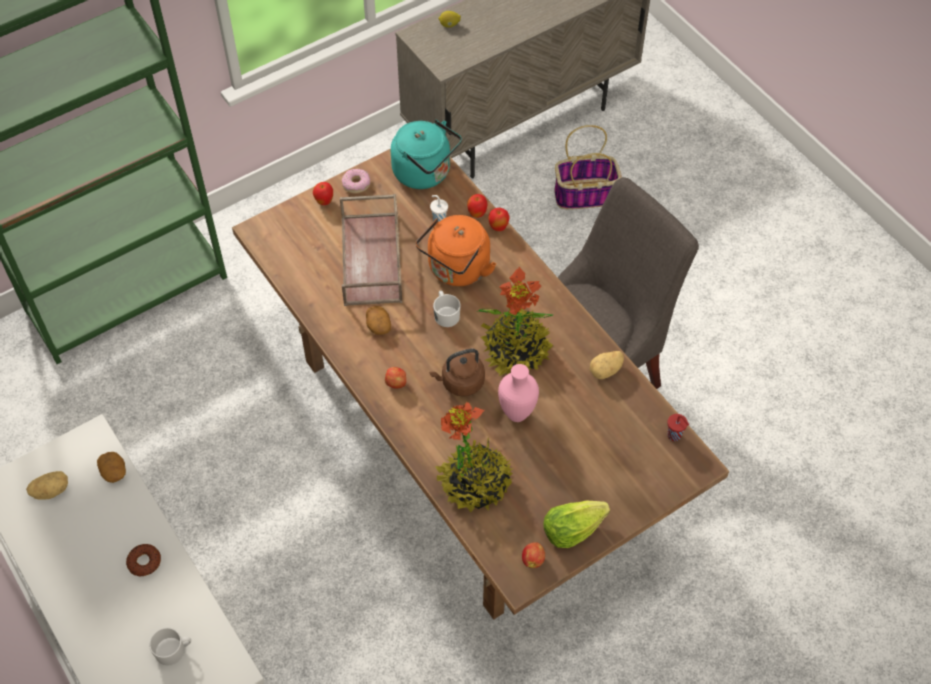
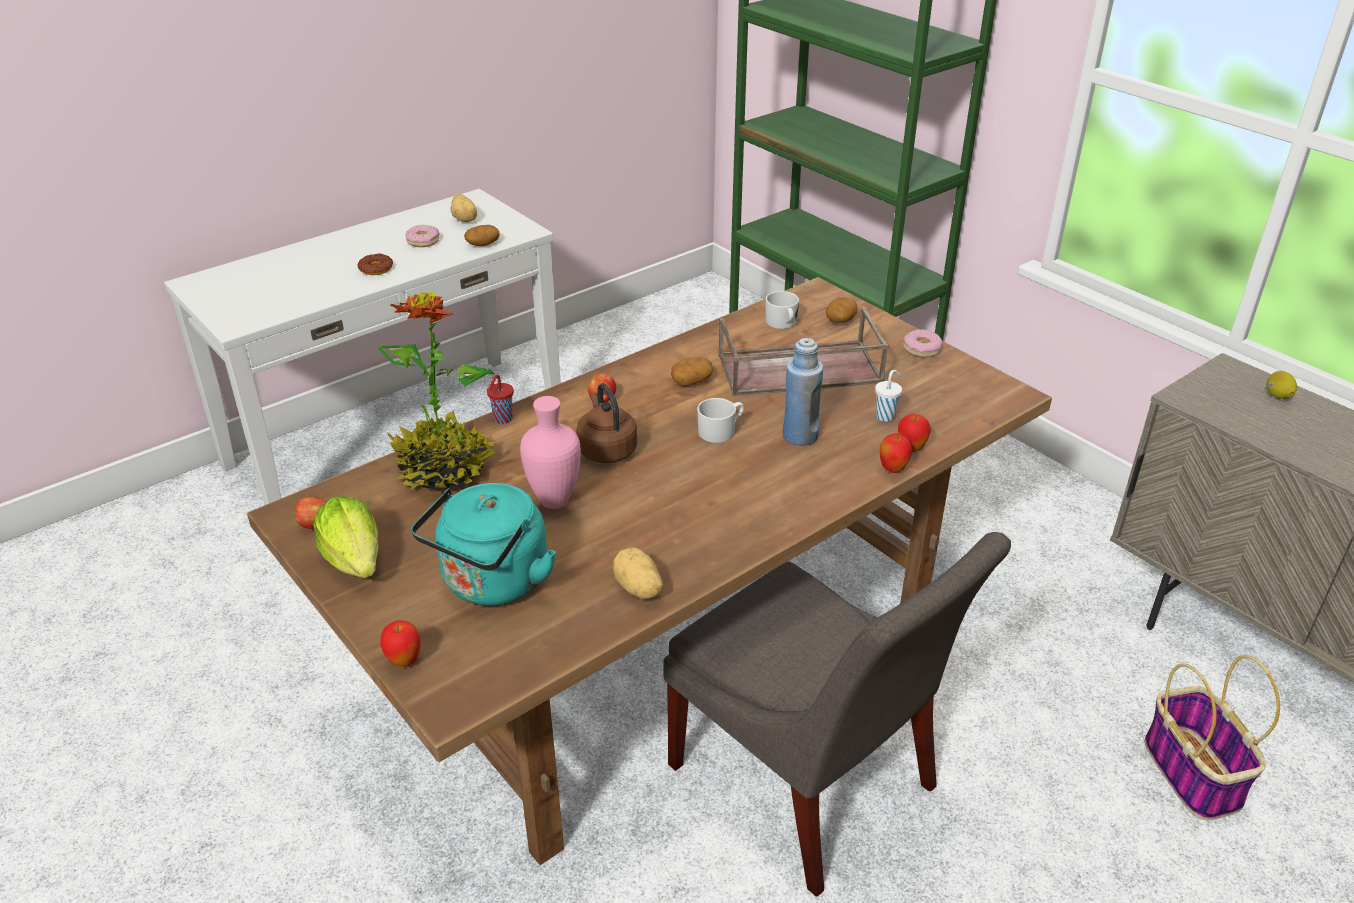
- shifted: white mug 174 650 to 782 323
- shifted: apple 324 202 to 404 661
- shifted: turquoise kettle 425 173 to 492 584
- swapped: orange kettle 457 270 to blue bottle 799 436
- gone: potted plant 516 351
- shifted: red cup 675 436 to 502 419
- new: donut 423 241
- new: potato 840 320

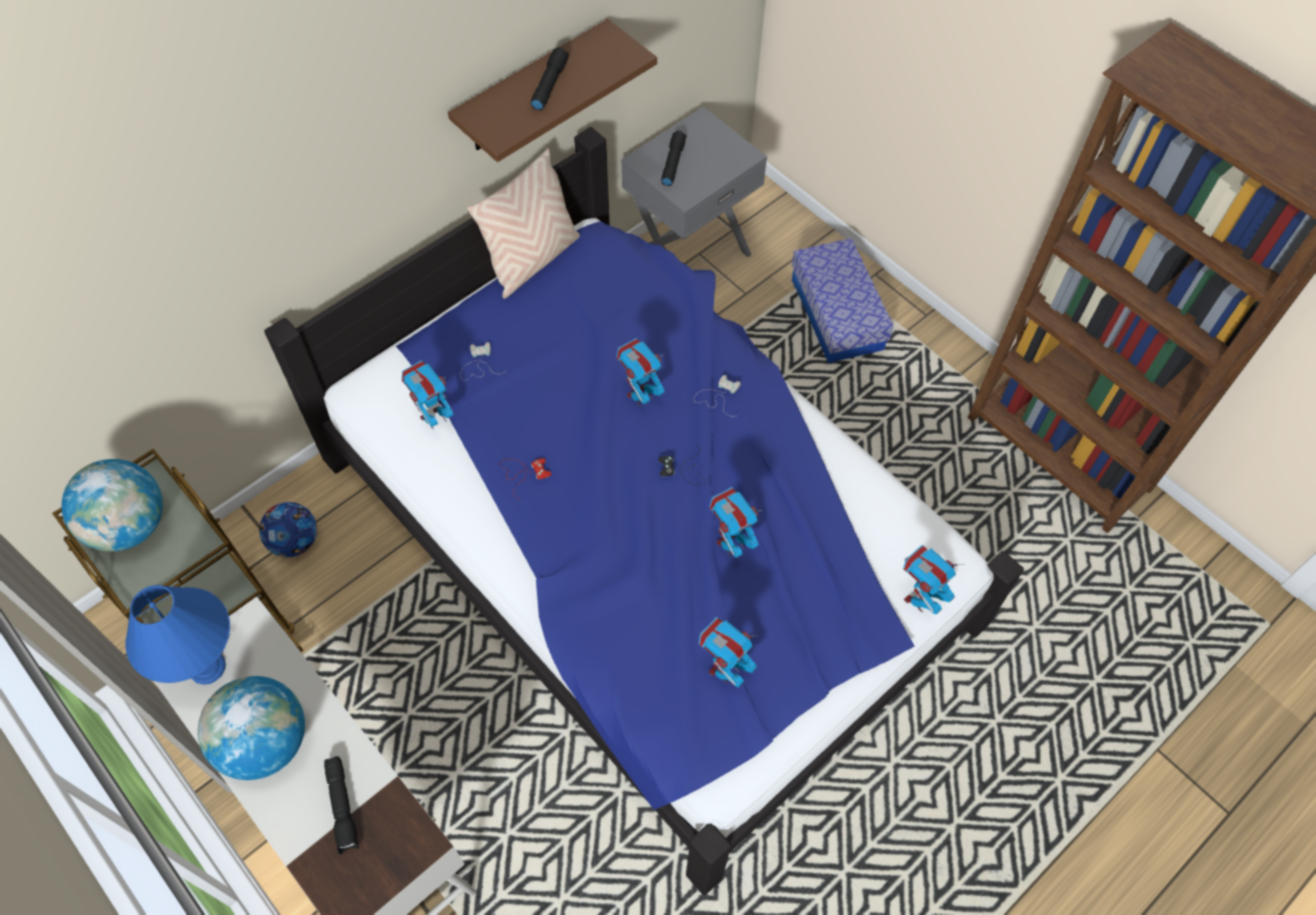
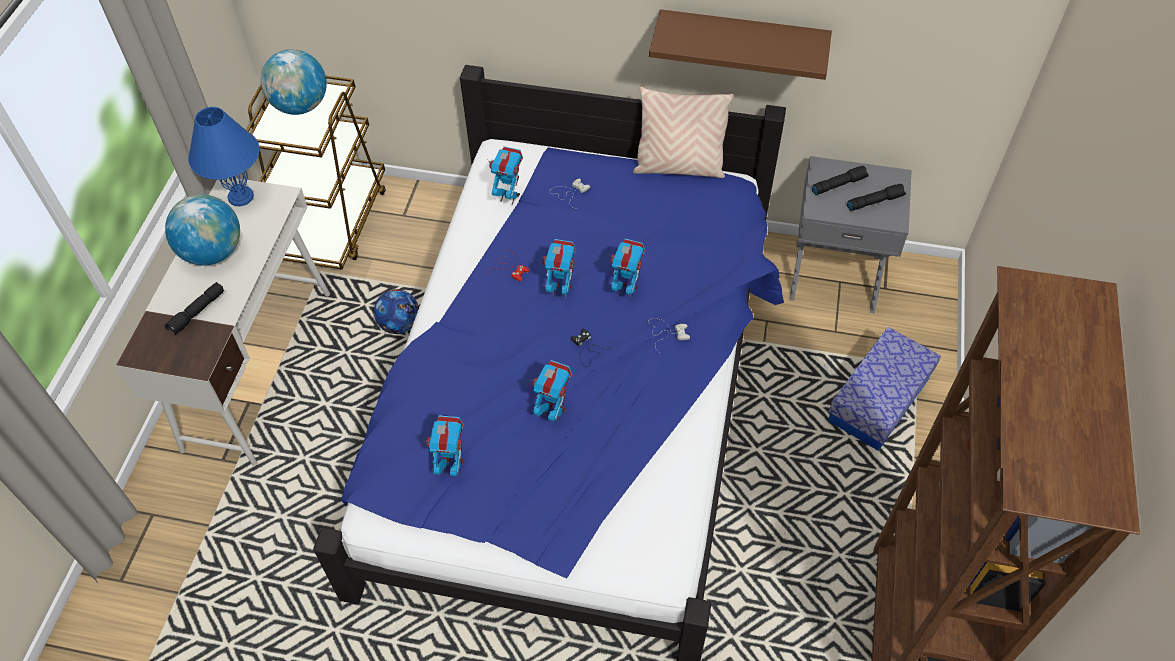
- shifted: football 295 541 to 399 324
- shifted: black flashlight 549 84 to 875 201
- shifted: toy robot 919 599 to 560 290

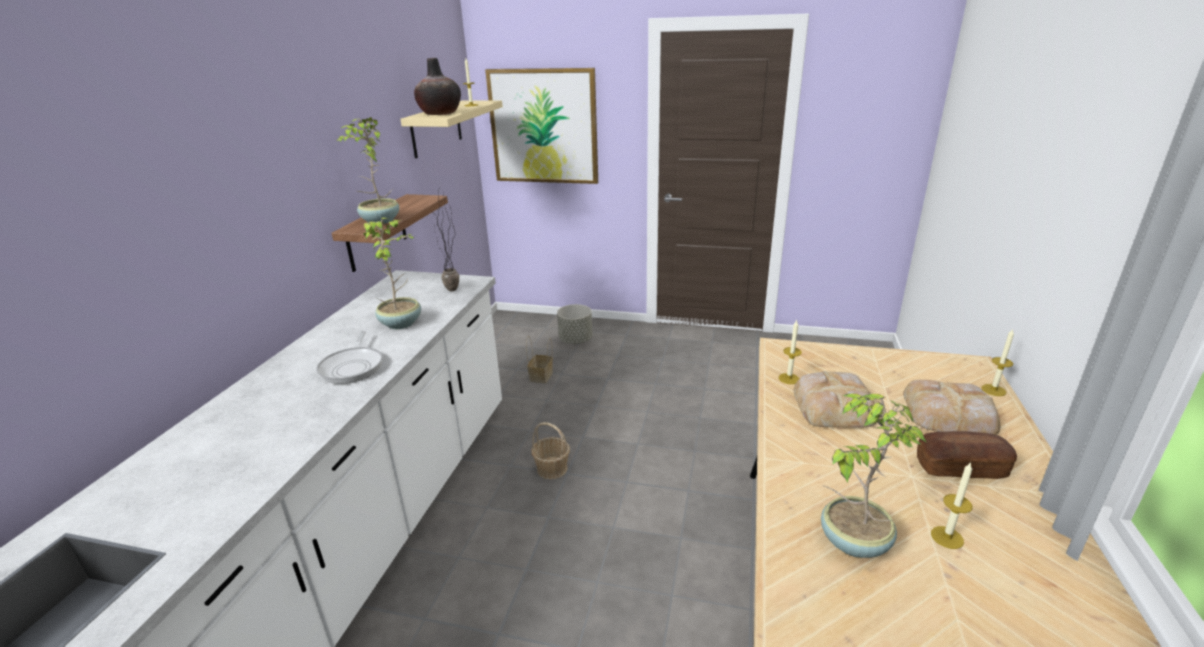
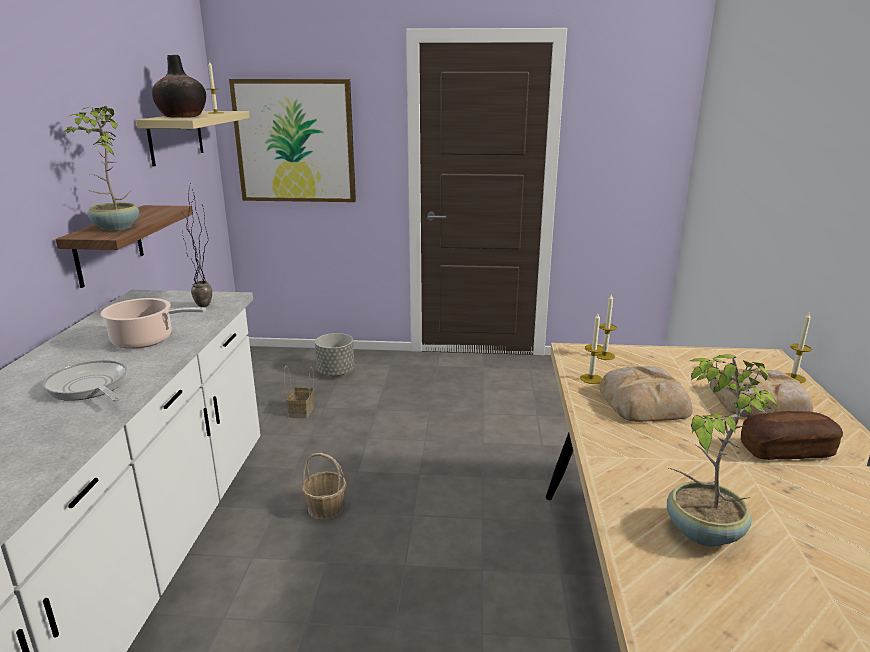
- rotated: frying pan 353 367 = 89 387 150 degrees clockwise
- swapped: potted plant 402 323 to cooking pot 146 340
- shifted: candle 947 537 to 604 355

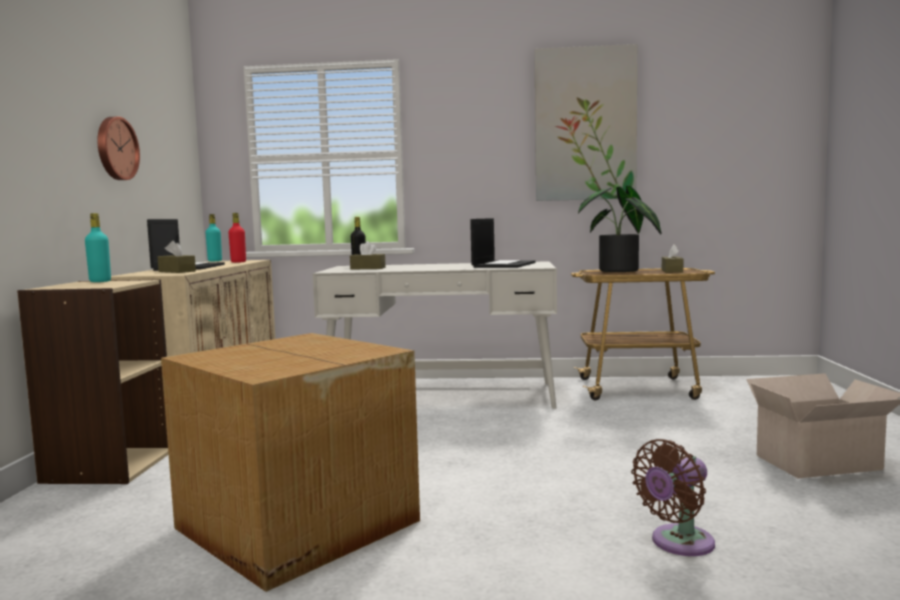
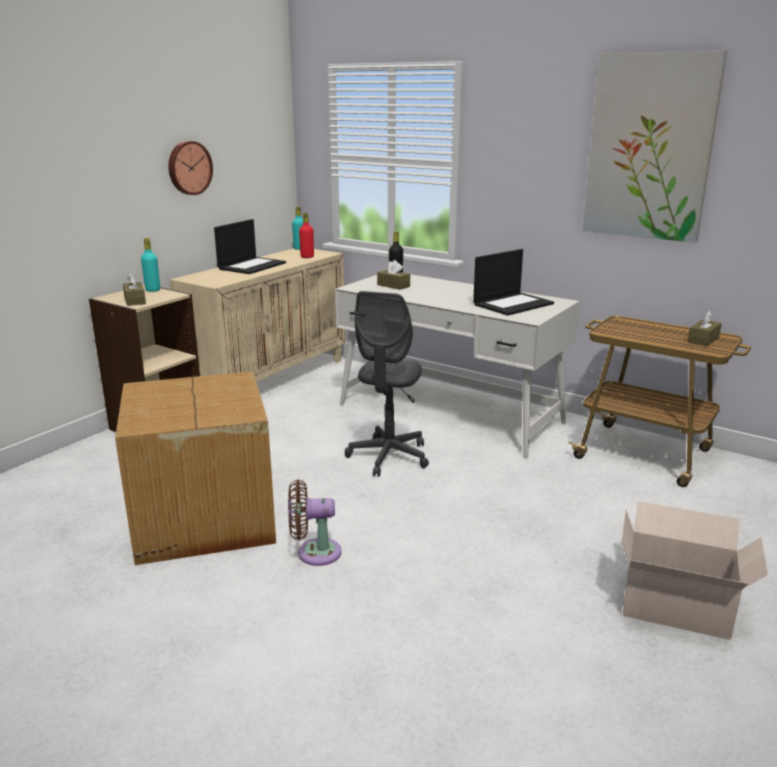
- shifted: brown tissue box 177 271 to 135 300
- gone: potted plant 620 271
- shifted: brown fan 678 543 to 314 553
- new: grey office chair 389 456

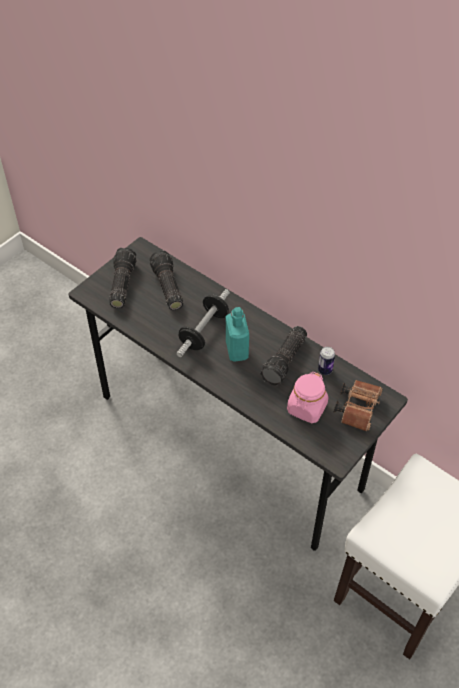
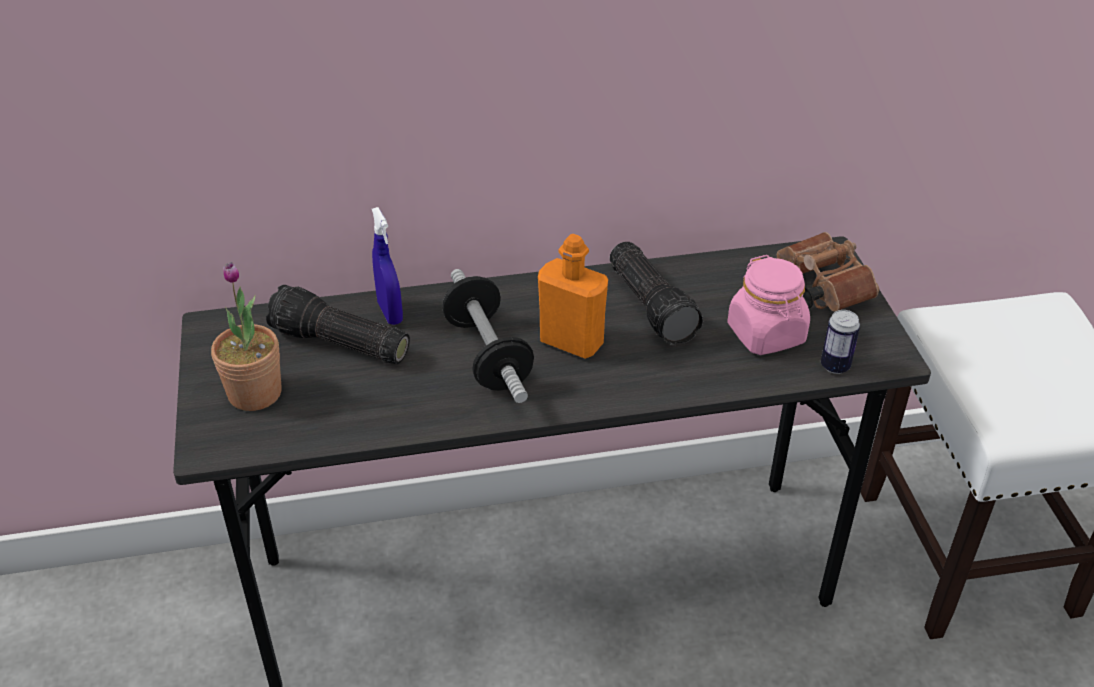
- swapped: flashlight 121 284 to potted plant 255 393
- repainted: turquoise bottle 237 350 to orange bottle 571 342
- shifted: can 325 370 to 835 366
- new: blue spray bottle 390 313

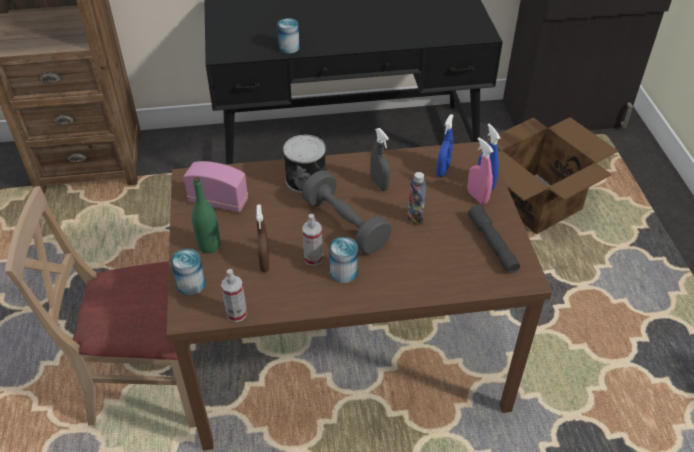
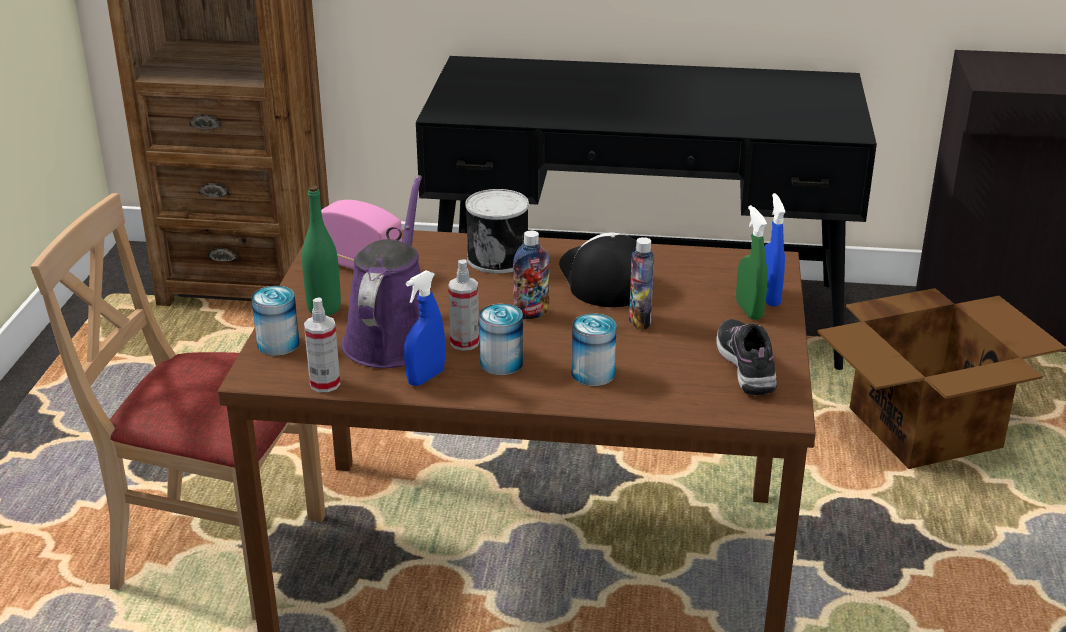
- swapped: brown spray bottle 264 263 to purple watering can 392 337
- shifted: can 289 47 to 593 374
- swapped: grey dumbbell 345 224 to bottle 531 313
- swapped: grey spray bottle 379 184 to cap 604 277
- shifted: blue spray bottle 443 170 to 426 377
- repainted: pink spray bottle 477 197 to green spray bottle 749 311
- swapped: grey flashlight 492 244 to shoe 746 365

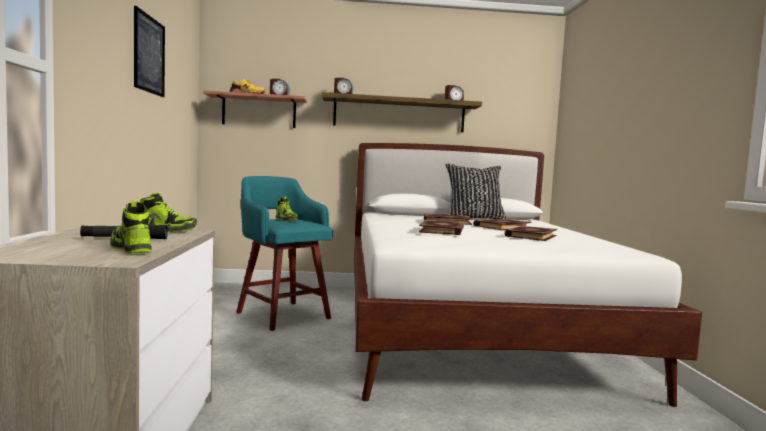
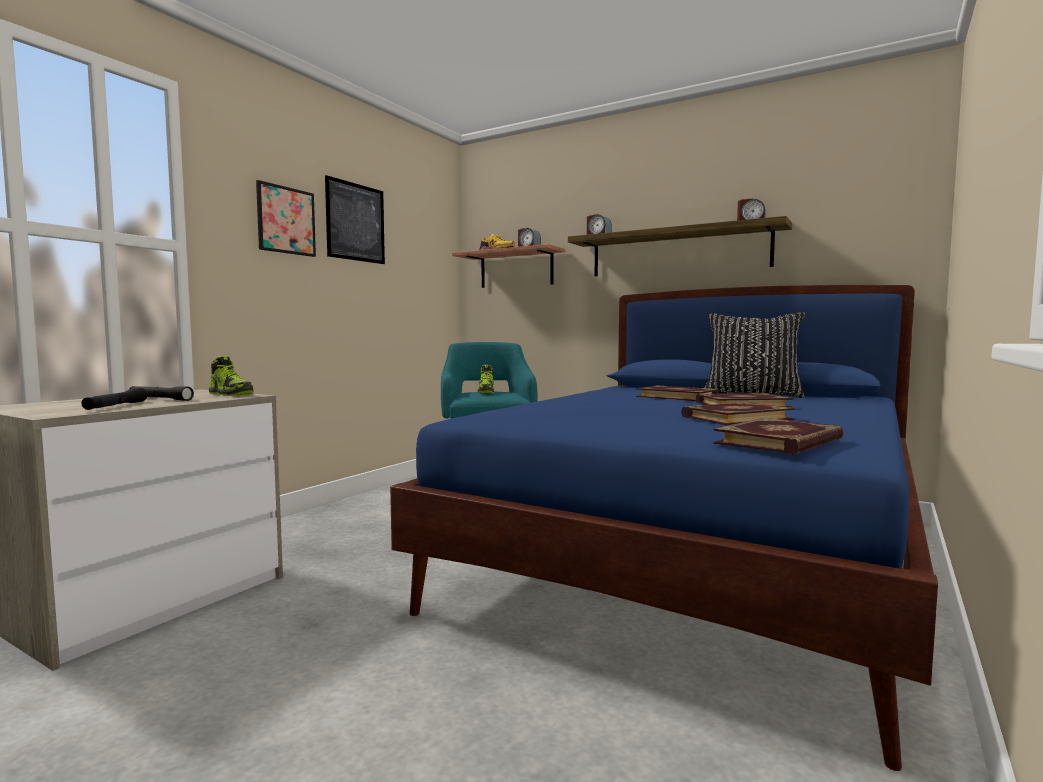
- swapped: shoe 130 248 to black flashlight 116 406
- repainted: white bed 471 331 to blue bed 697 561
- shifted: book 443 230 to 781 441
- new: picture 286 220

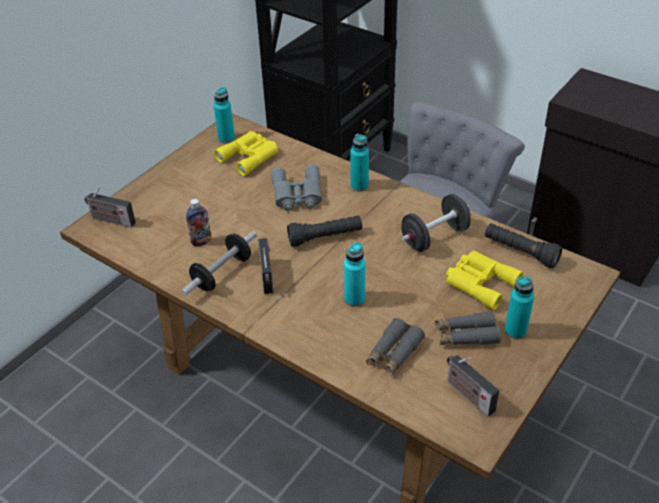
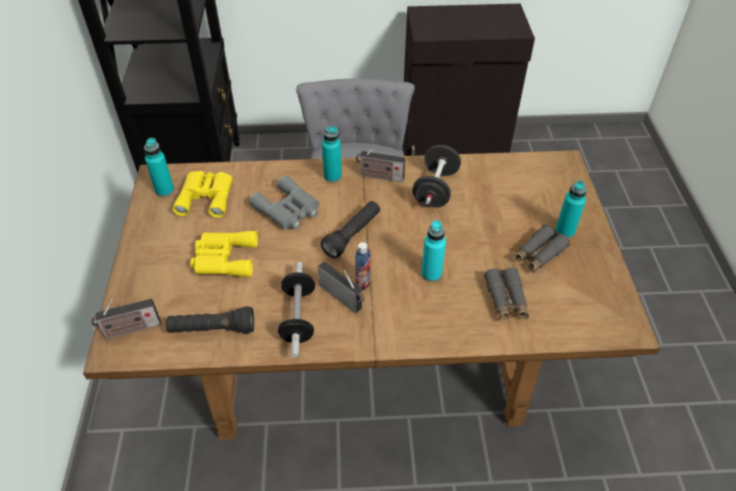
- shifted: bottle 201 241 to 363 283
- shifted: yellow binoculars 479 282 to 223 258
- shifted: radio 468 394 to 379 176
- shifted: black flashlight 520 252 to 212 329

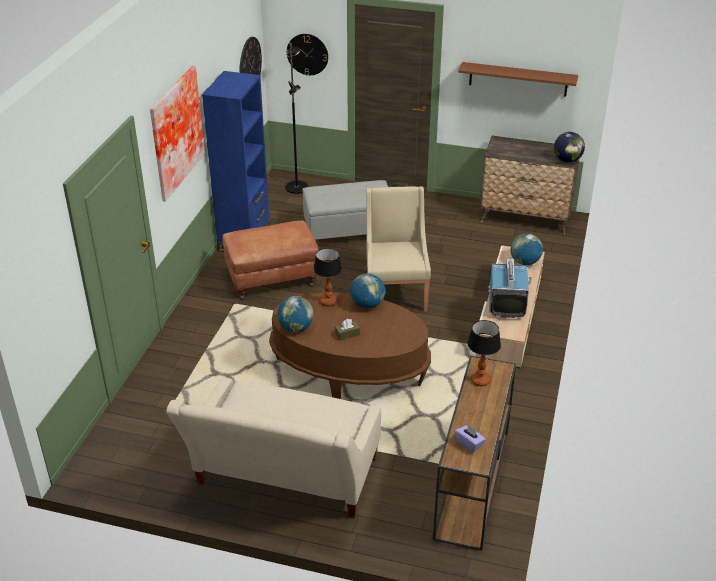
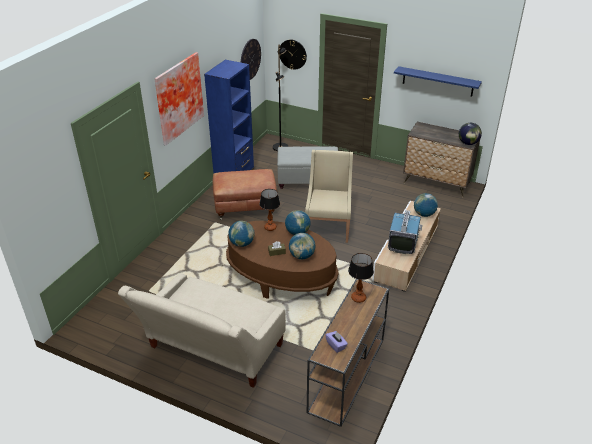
- repainted: brown shelf 518 79 to blue shelf 438 81
- new: globe 302 256

